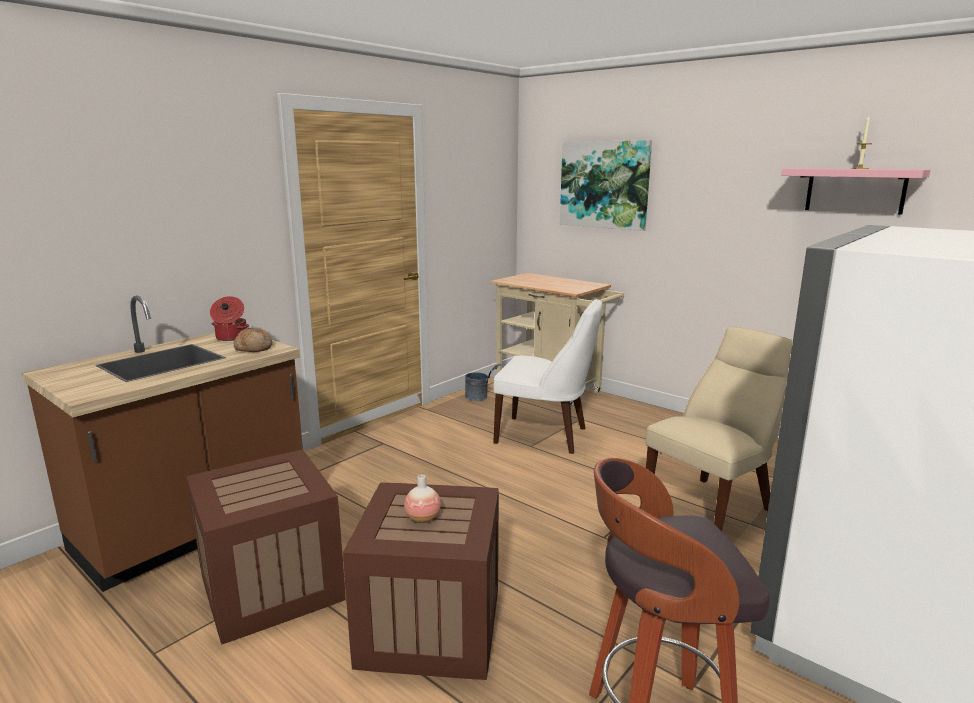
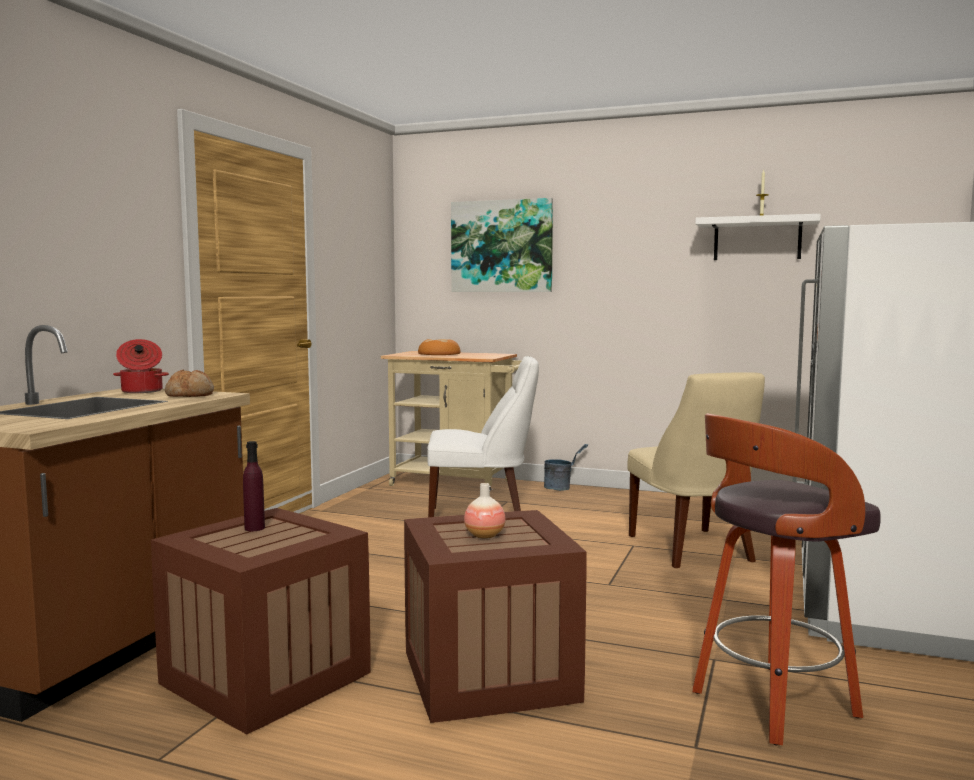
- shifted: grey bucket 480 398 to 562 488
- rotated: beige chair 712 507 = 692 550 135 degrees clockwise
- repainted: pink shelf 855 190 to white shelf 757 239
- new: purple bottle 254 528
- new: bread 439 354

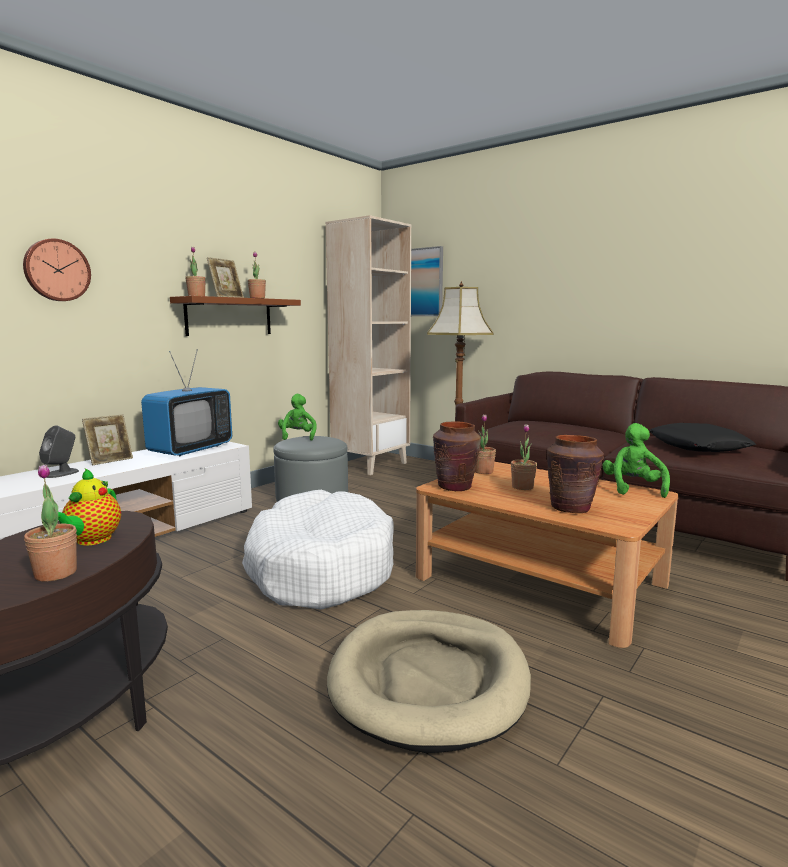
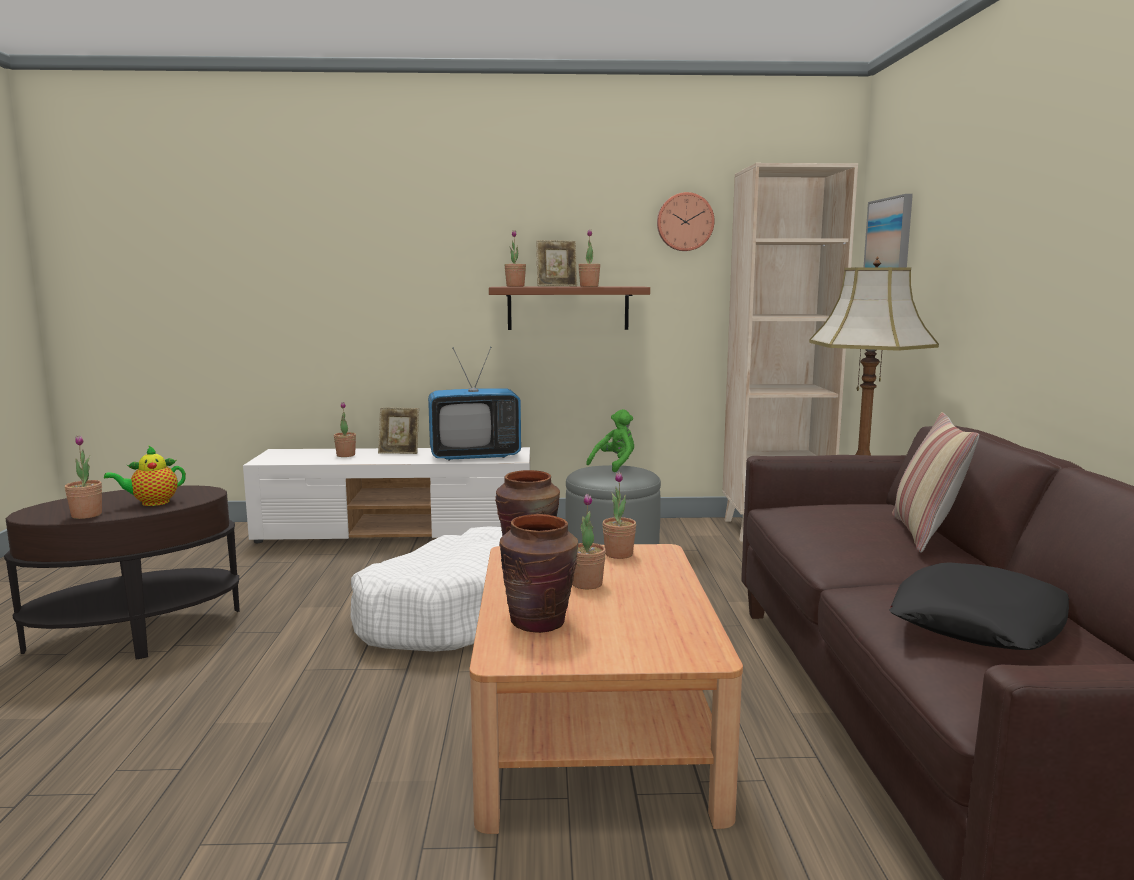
- shifted: wall clock 56 270 to 684 222
- swapped: grey speaker 61 473 to potted plant 345 455
- gone: beige dog bed 429 681
- gone: green plush toy 633 488
- new: pillow 925 534

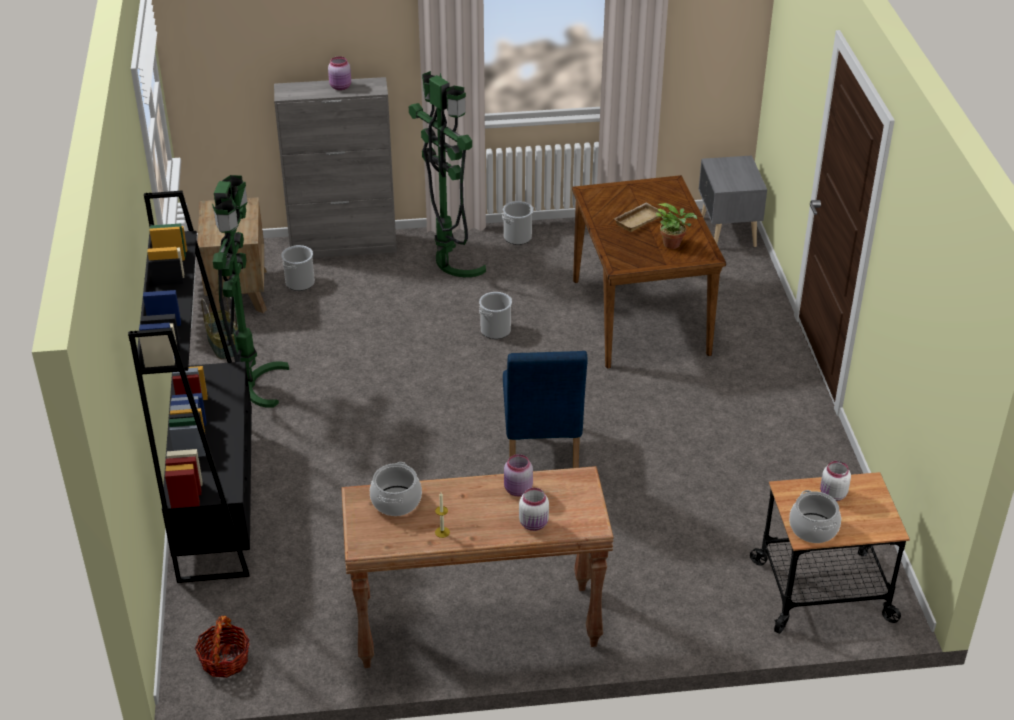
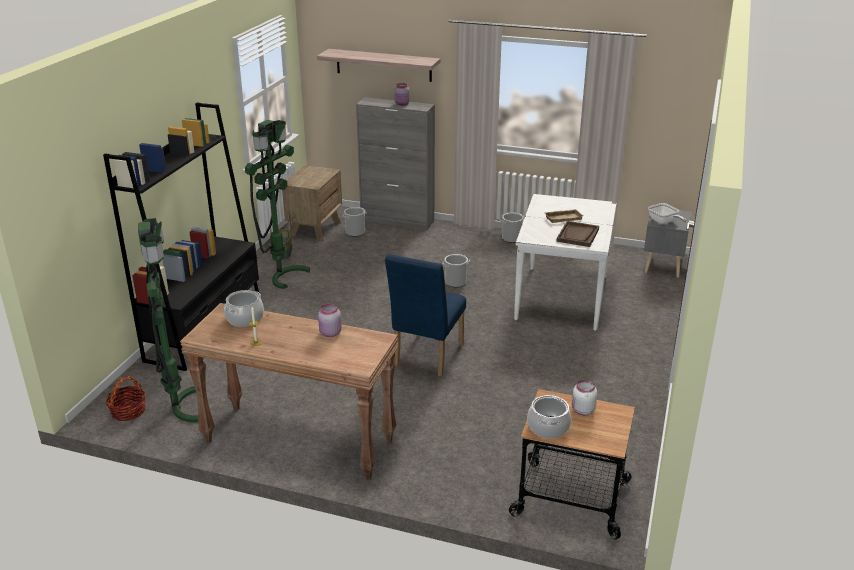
- shifted: green floor lamp 448 267 to 180 407
- gone: white jar 534 524
- repainted: brown dining table 639 315 to white dining table 561 296
- swapped: potted plant 674 244 to brown tray 578 235
- new: shelf 383 65
- new: frying pan 664 222

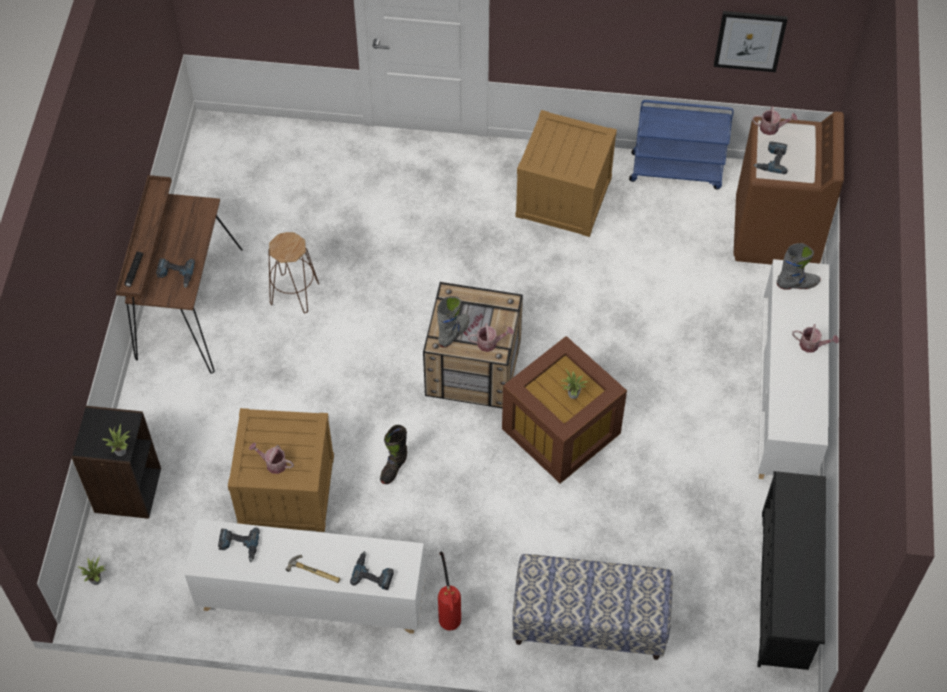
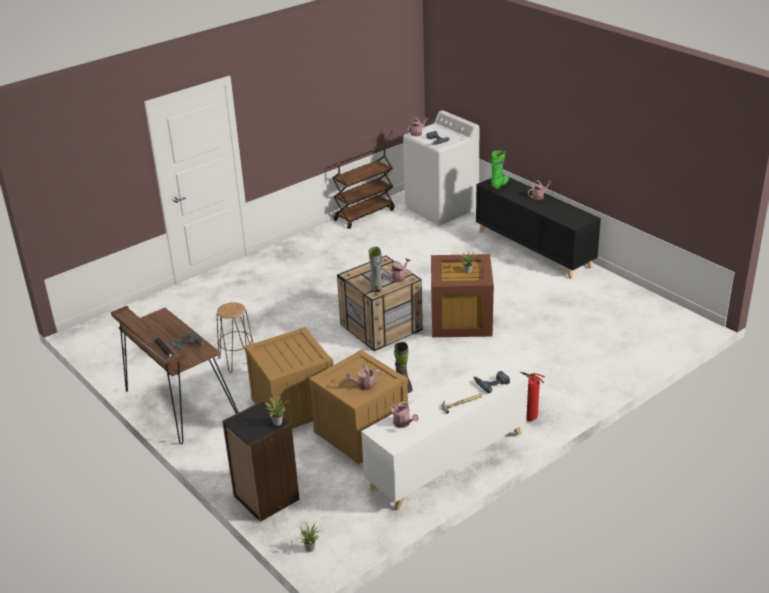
- swapped: power drill 239 546 to watering can 403 423
- gone: bench 589 623
- shifted: crate 564 197 to 293 405
- repainted: blue cart 677 170 to brown cart 364 215
- gone: picture 749 40
- repainted: brown washing machine 776 233 to white washing machine 442 208
- repainted: white cabinet 785 395 to black cabinet 534 249
- gone: black shoe rack 786 591
- repainted: grey boot 797 284 to green boot 500 185

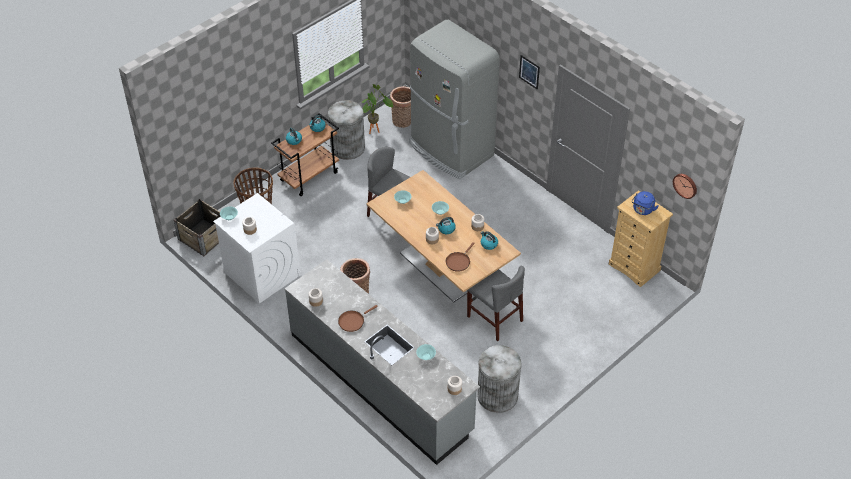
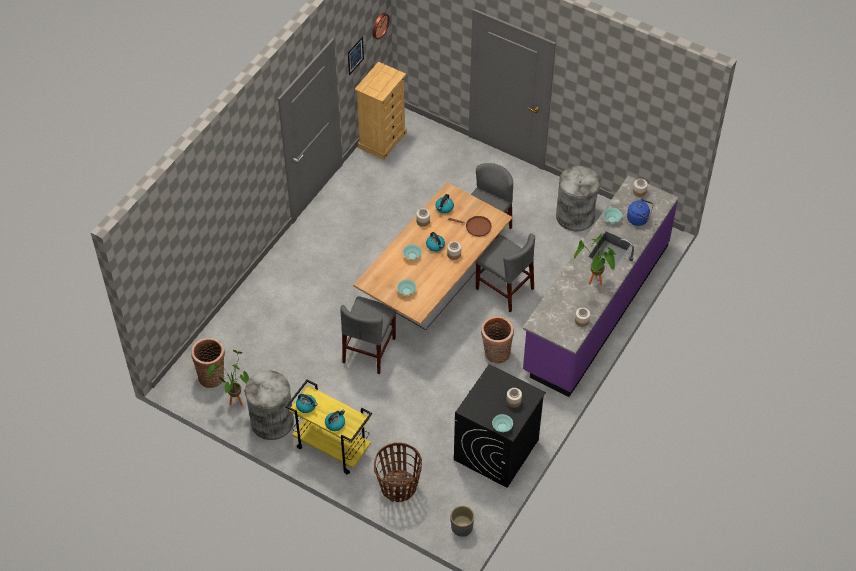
- swapped: crate 203 237 to grey planter 462 527
- repainted: white washing machine 262 273 to black washing machine 496 450
- repainted: brown cart 309 176 to yellow cart 331 448
- repainted: grey counter 381 382 to purple counter 596 307
- swapped: brown frying pan 353 321 to potted plant 594 284
- gone: grey fridge 450 150
- shifted: picture 529 72 to 355 55
- shifted: blue kettle 642 210 to 639 219
- new: grey chair 504 289

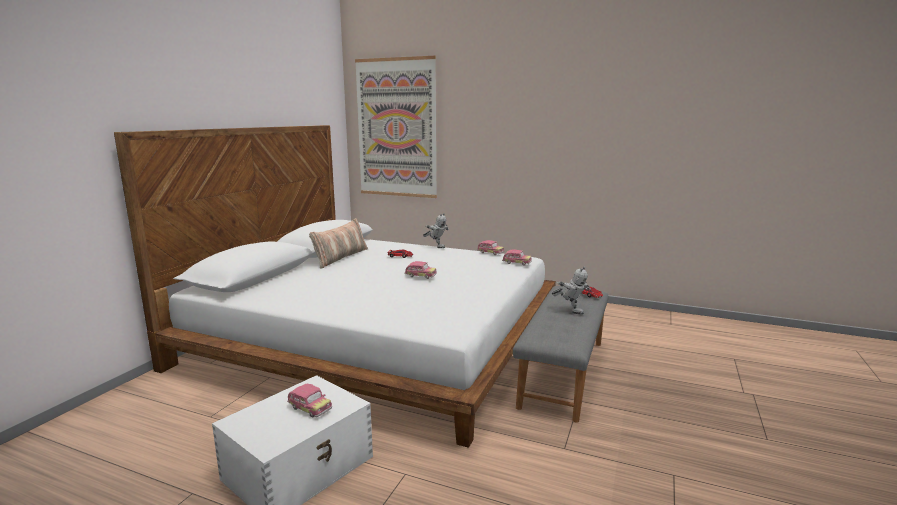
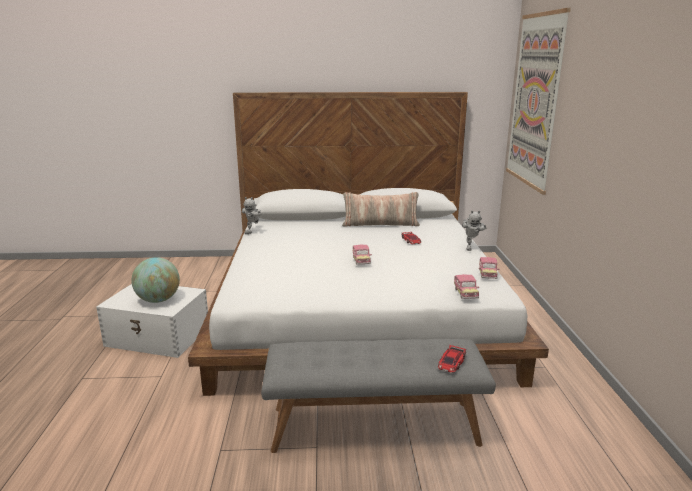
- swapped: toy car 309 408 to globe 158 300
- shifted: toy robot 570 311 to 253 232

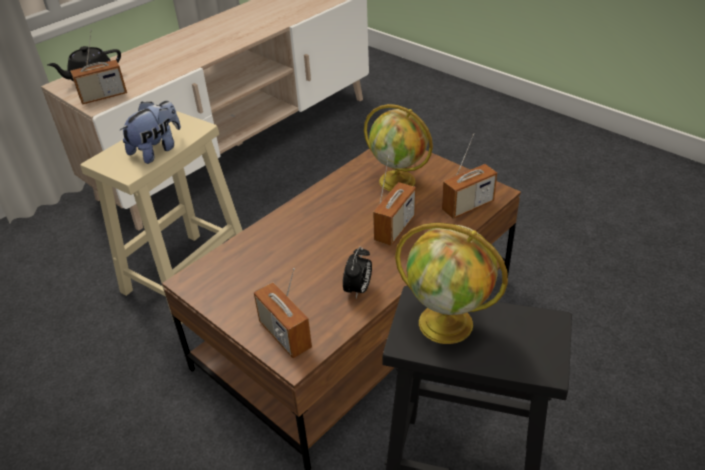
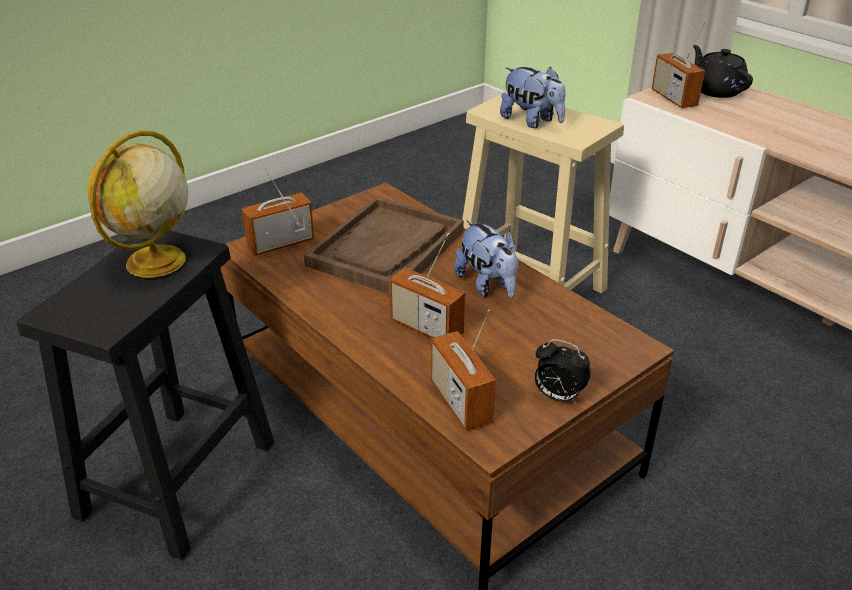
- shifted: alarm clock 358 289 to 557 396
- gone: globe 398 181
- new: brown tray 386 248
- new: plush toy 487 285

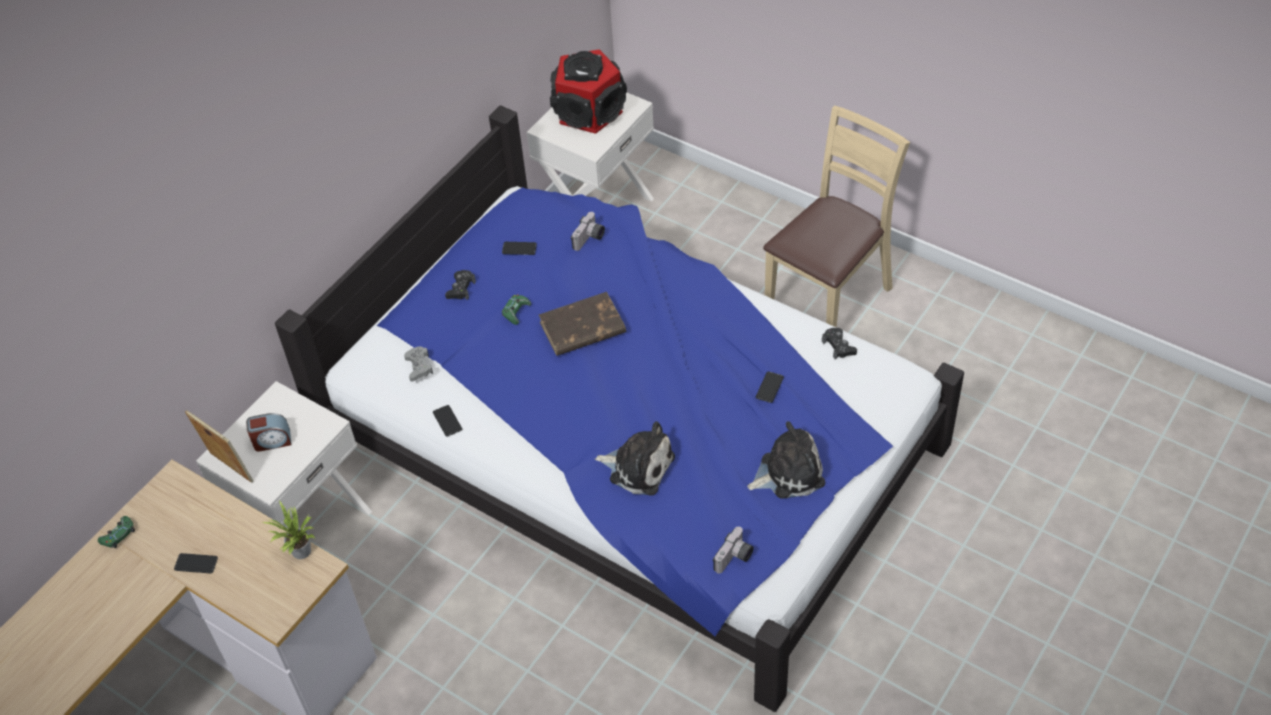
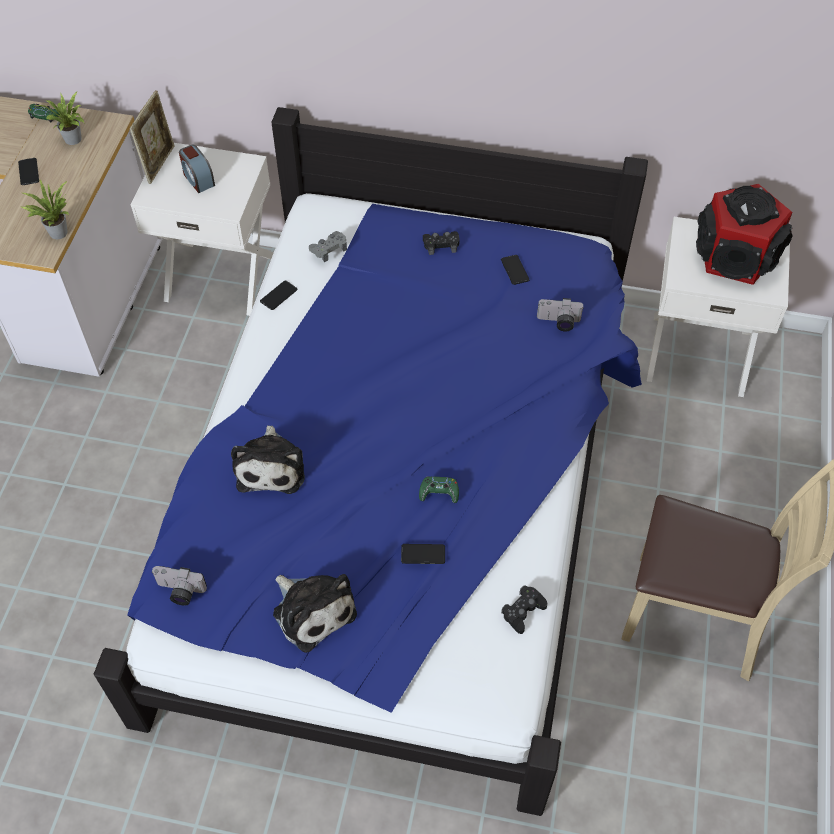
- shifted: green game controller 516 312 to 439 492
- gone: brown book 581 328
- new: potted plant 73 140

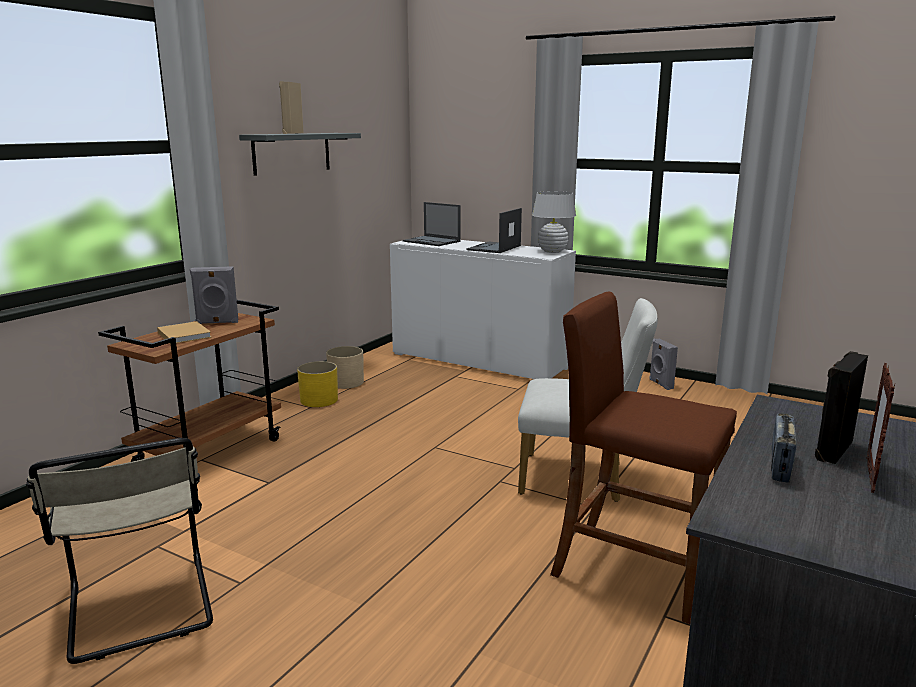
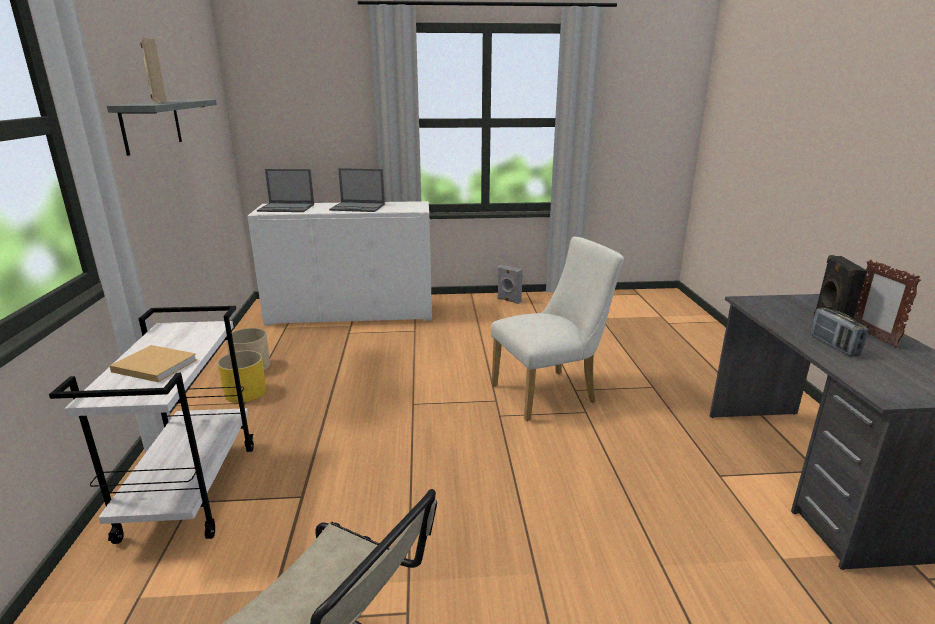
- repainted: brown cart 210 452 to white cart 191 490
- gone: grey speaker 217 322
- rotated: laptop 494 248 = 358 207 75 degrees counterclockwise
- gone: white table lamp 552 251
- gone: brown stool 632 570

